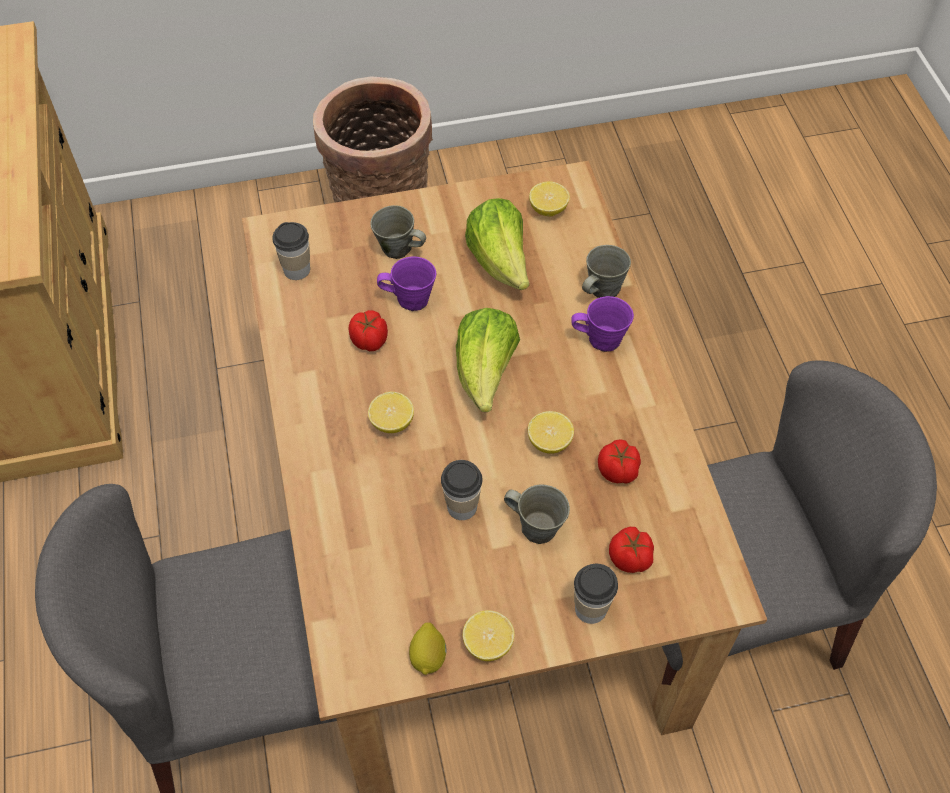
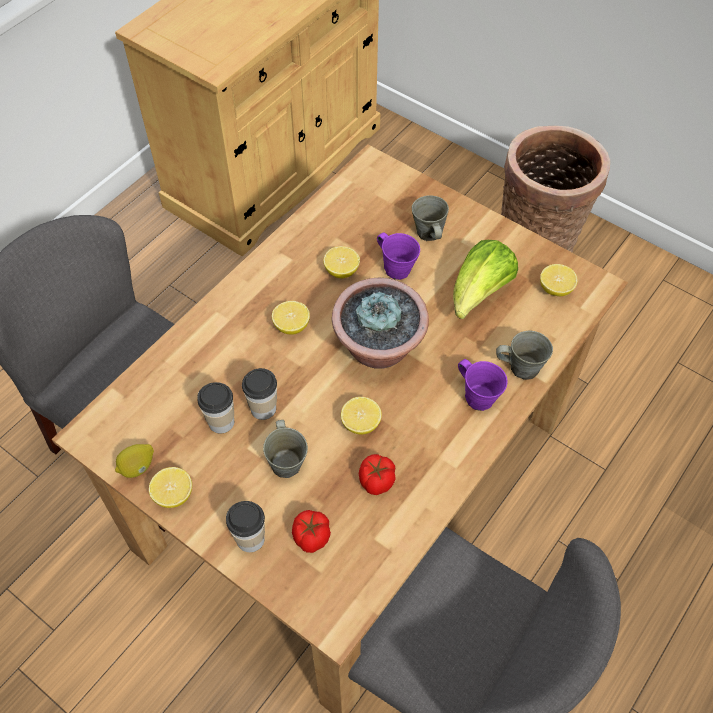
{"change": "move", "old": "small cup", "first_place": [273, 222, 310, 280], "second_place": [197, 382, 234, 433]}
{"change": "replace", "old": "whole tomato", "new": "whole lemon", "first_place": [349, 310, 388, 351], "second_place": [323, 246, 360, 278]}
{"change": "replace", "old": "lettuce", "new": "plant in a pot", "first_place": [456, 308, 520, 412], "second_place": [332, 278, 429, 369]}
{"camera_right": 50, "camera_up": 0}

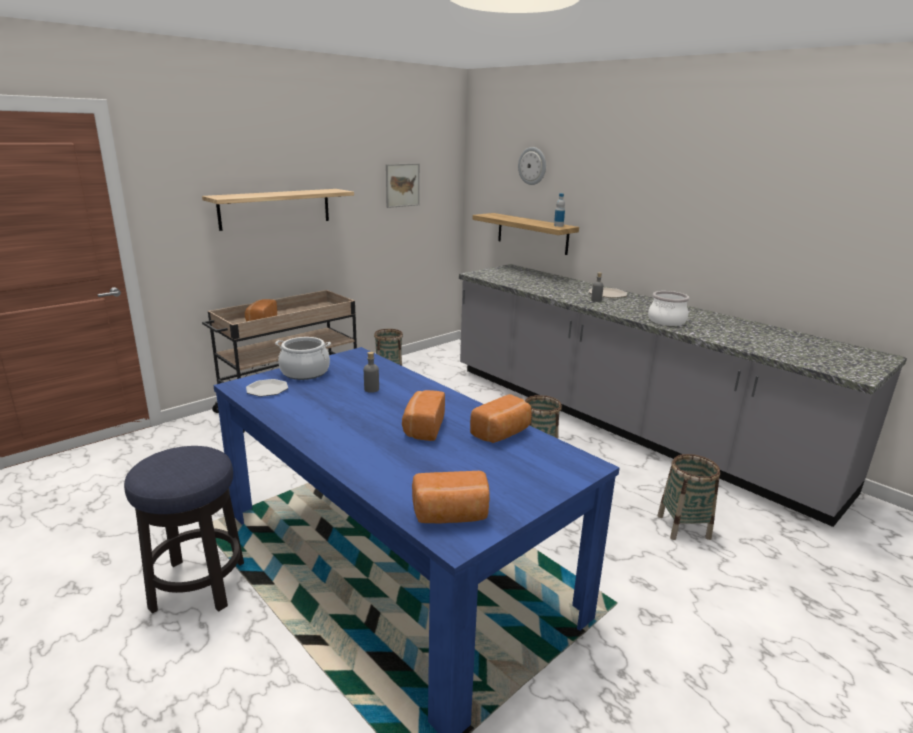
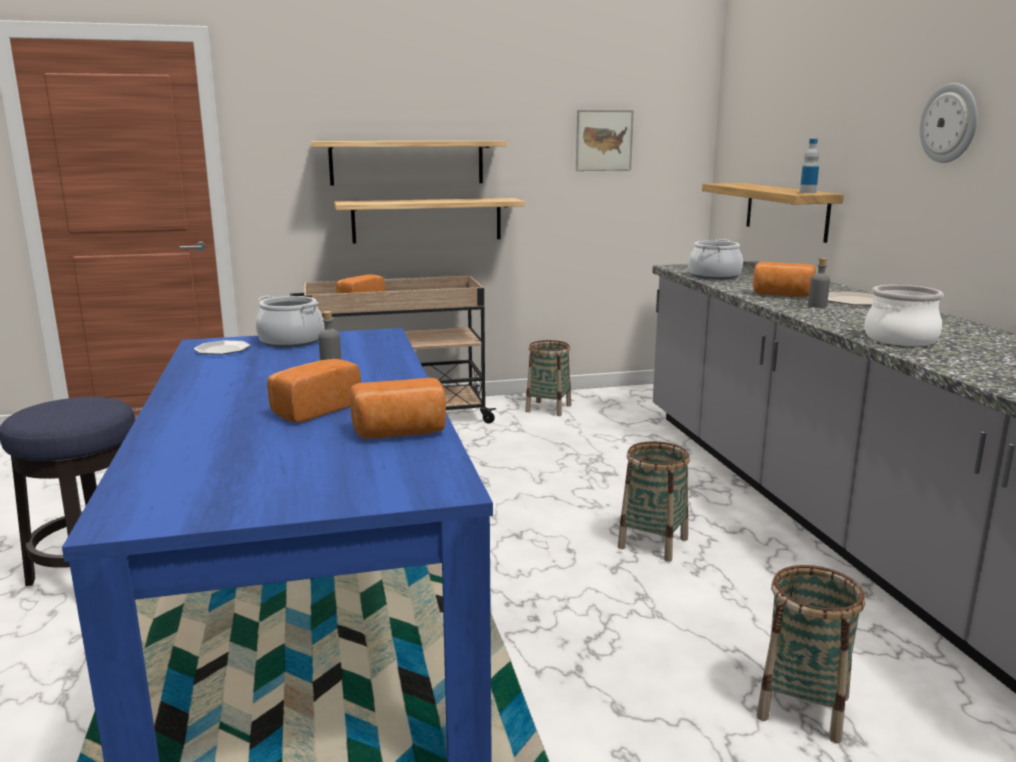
{"change": "insert", "new": "shelf", "second_place": [334, 198, 525, 244]}
{"change": "insert", "new": "saucepot", "second_place": [689, 239, 743, 280]}
{"change": "move", "old": "bakery bread", "first_place": [412, 471, 490, 523], "second_place": [753, 262, 816, 297]}
{"change": "move", "old": "clock on the wall", "first_place": [518, 147, 546, 185], "second_place": [920, 83, 978, 163]}
{"camera_right": 30, "camera_up": -5}

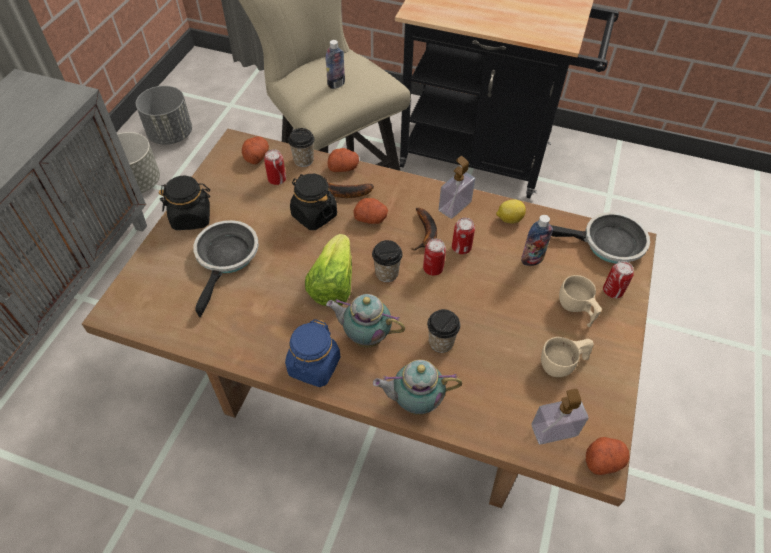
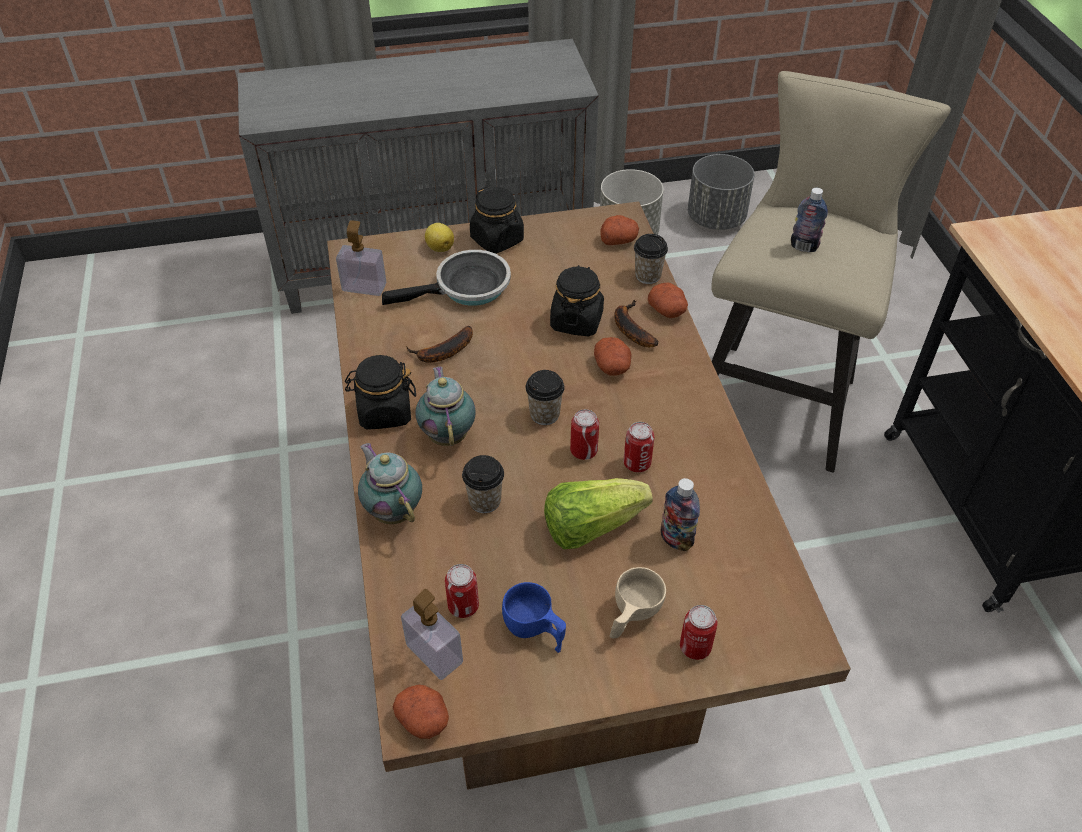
{"change": "delete", "old": "pan", "first_place": [551, 212, 650, 264]}
{"change": "move", "old": "metal can", "first_place": [264, 149, 286, 185], "second_place": [445, 564, 479, 618]}
{"change": "move", "old": "lettuce", "first_place": [305, 234, 352, 306], "second_place": [544, 478, 653, 549]}
{"change": "move", "old": "banana fruit", "first_place": [411, 208, 437, 251], "second_place": [406, 326, 473, 363]}
{"change": "move", "old": "soap dispenser", "first_place": [439, 156, 475, 219], "second_place": [336, 220, 386, 296]}
{"change": "move", "old": "whole lemon", "first_place": [496, 199, 526, 223], "second_place": [425, 223, 454, 252]}
{"change": "recolor", "old": "bluish jar", "new": "black jar", "first_place": [285, 319, 341, 387], "second_place": [345, 355, 416, 430]}
{"change": "recolor", "old": "beige small cup", "new": "bluish small cup", "first_place": [541, 337, 594, 377], "second_place": [502, 582, 566, 653]}
{"camera_right": 60, "camera_up": -5}

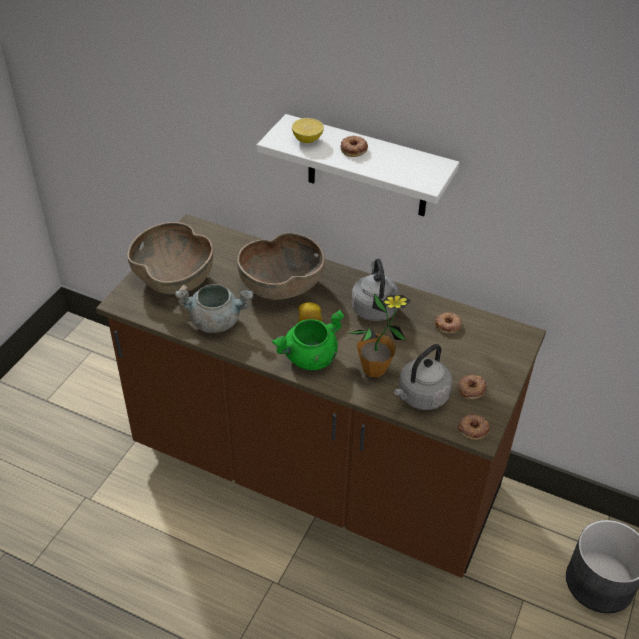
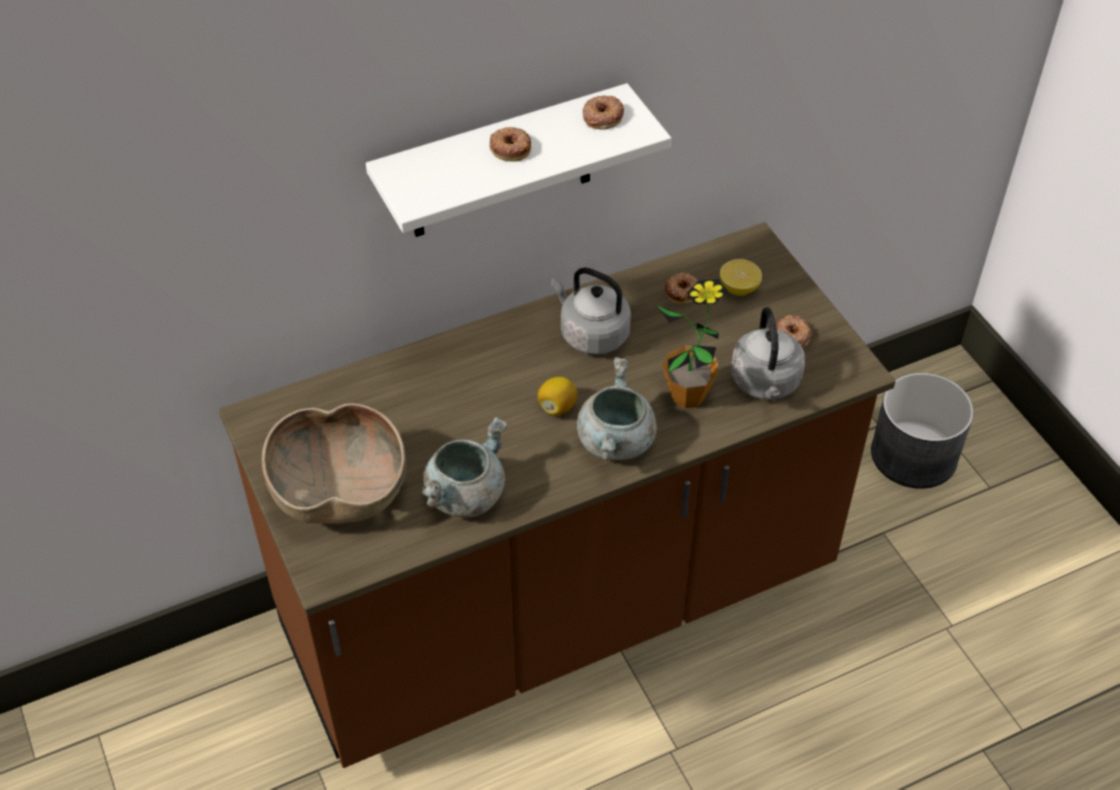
{"change": "delete", "old": "brown-coloured deep dish", "first_place": [237, 233, 325, 300]}
{"change": "move", "old": "whole lemon", "first_place": [292, 118, 324, 143], "second_place": [720, 259, 762, 296]}
{"change": "move", "old": "doughnut", "first_place": [458, 414, 490, 440], "second_place": [583, 95, 624, 130]}
{"change": "recolor", "old": "green saucepot", "new": "grey saucepot", "first_place": [272, 310, 345, 370], "second_place": [577, 357, 657, 461]}
{"camera_right": -50, "camera_up": 5}

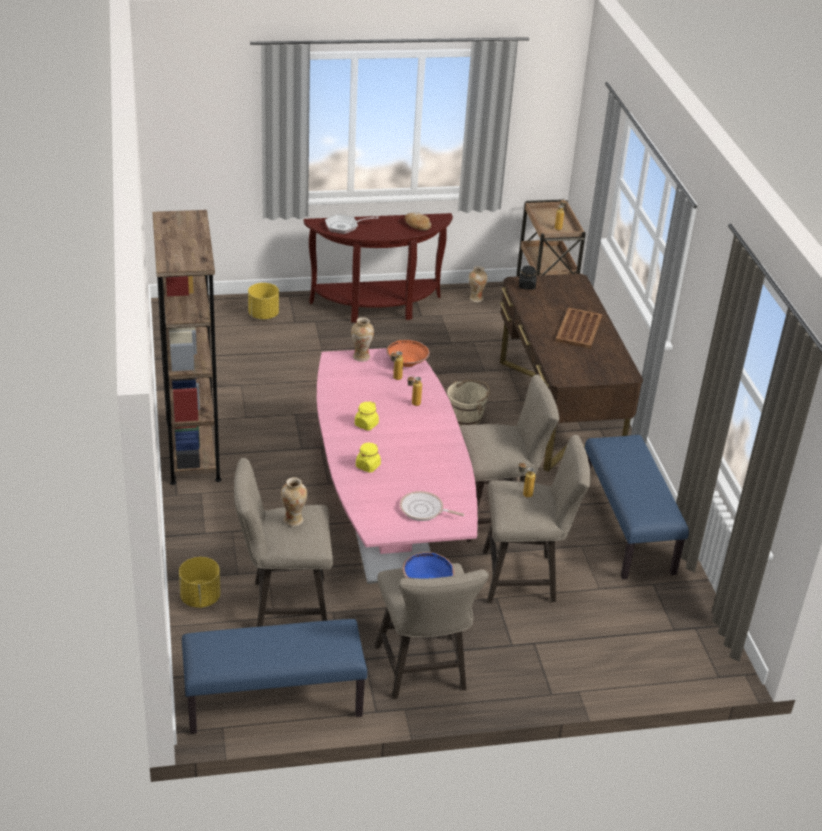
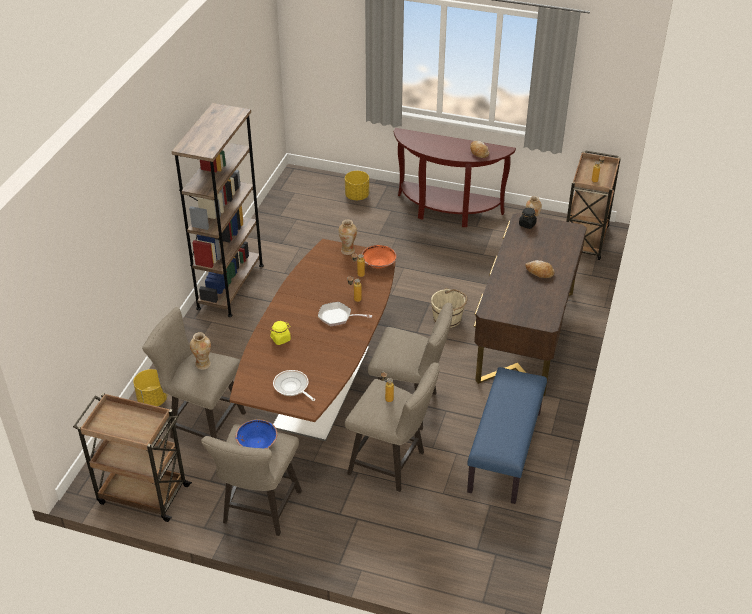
{"change": "delete", "old": "yellow jar", "first_place": [355, 401, 379, 431]}
{"change": "move", "old": "pan", "first_place": [325, 214, 379, 234], "second_place": [318, 302, 372, 326]}
{"change": "replace", "old": "bluish long seat", "new": "brown-coloured wheeled cart", "first_place": [182, 619, 367, 734], "second_place": [73, 393, 192, 522]}
{"change": "replace", "old": "brown-coloured serving tray", "new": "bakery bread", "first_place": [555, 307, 602, 349], "second_place": [525, 260, 555, 278]}
{"change": "recolor", "old": "pink kitchen table", "new": "brown-coloured kitchen table", "first_place": [317, 348, 478, 584], "second_place": [230, 239, 396, 441]}
{"camera_right": 30, "camera_up": 5}

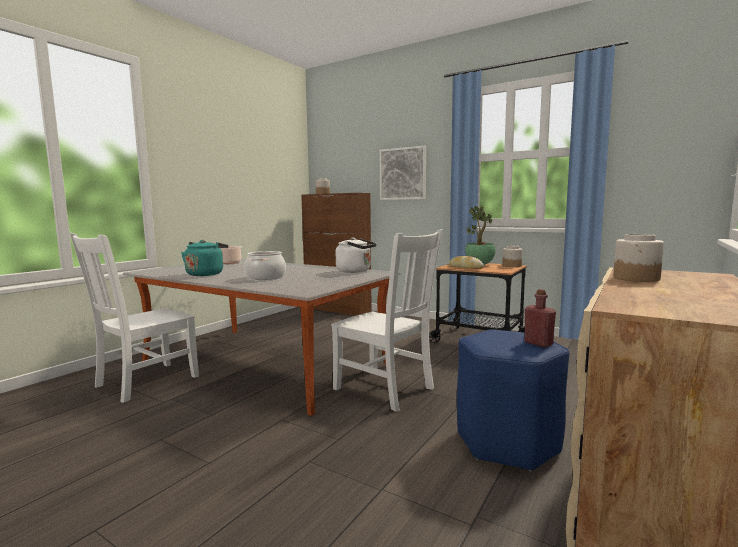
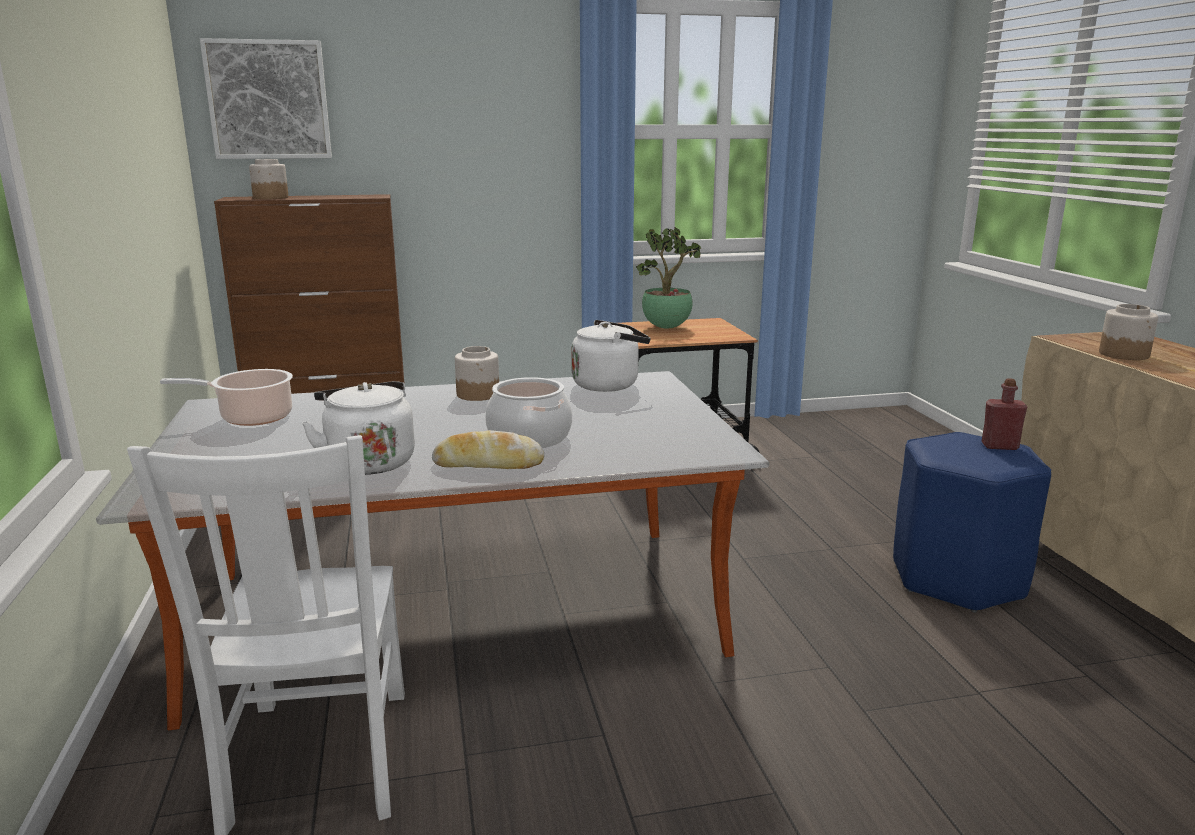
{"change": "delete", "old": "white-coloured chair", "first_place": [331, 229, 443, 412]}
{"change": "move", "old": "wall art", "first_place": [380, 146, 426, 200], "second_place": [200, 38, 332, 159]}
{"change": "move", "old": "bakery bread", "first_place": [449, 256, 484, 269], "second_place": [432, 430, 544, 469]}
{"change": "move", "old": "jar", "first_place": [503, 246, 523, 267], "second_place": [455, 346, 499, 401]}
{"change": "recolor", "old": "blue-green tea kettle", "new": "white-coloured tea kettle", "first_place": [181, 240, 228, 276], "second_place": [302, 381, 415, 475]}
{"camera_right": -45, "camera_up": 10}

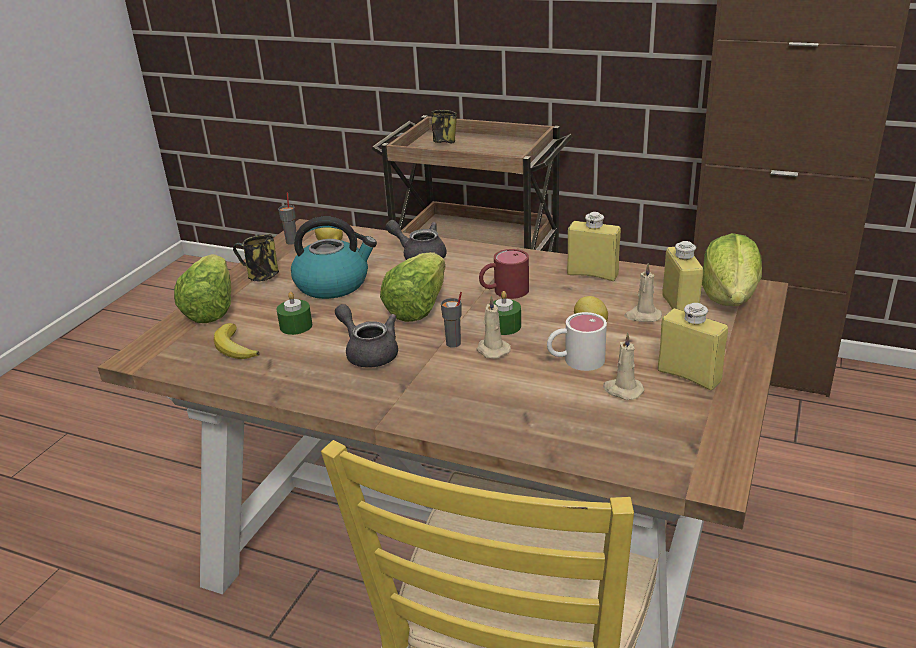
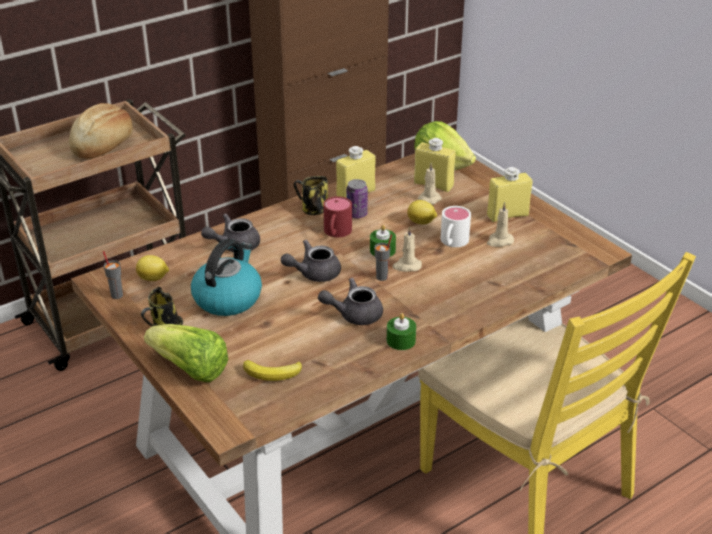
{"change": "insert", "new": "bakery bread", "second_place": [69, 103, 133, 159]}
{"change": "insert", "new": "metal can", "second_place": [346, 179, 368, 218]}
{"change": "move", "old": "green wax light", "first_place": [276, 292, 312, 335], "second_place": [387, 313, 416, 350]}
{"change": "move", "old": "mug", "first_place": [431, 110, 457, 144], "second_place": [294, 176, 328, 215]}
{"change": "replace", "old": "lettuce", "new": "grey teapot", "first_place": [380, 252, 445, 322], "second_place": [281, 240, 341, 282]}
{"camera_right": -60, "camera_up": 5}

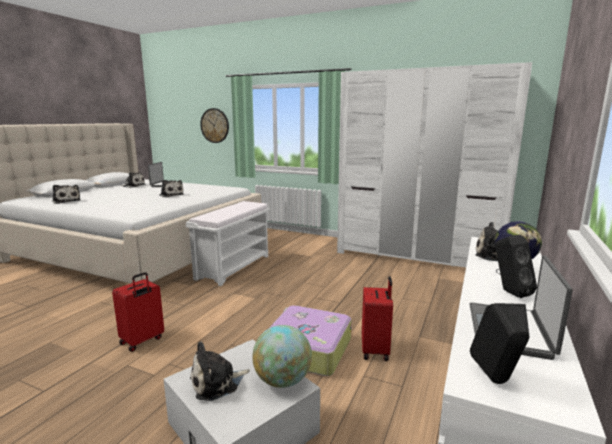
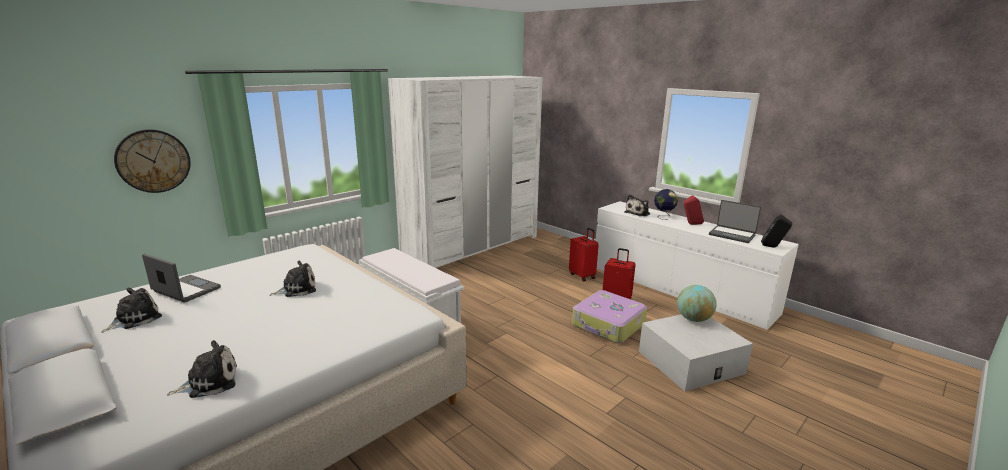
{"change": "delete", "old": "cuddly toy", "first_place": [190, 341, 250, 401]}
{"change": "move", "old": "red-coloured suitcase", "first_place": [112, 272, 164, 352], "second_place": [569, 228, 599, 282]}
{"change": "recolor", "old": "black speaker", "new": "red-coloured speaker", "first_place": [495, 235, 537, 298], "second_place": [684, 195, 704, 225]}
{"camera_right": -70, "camera_up": 5}

